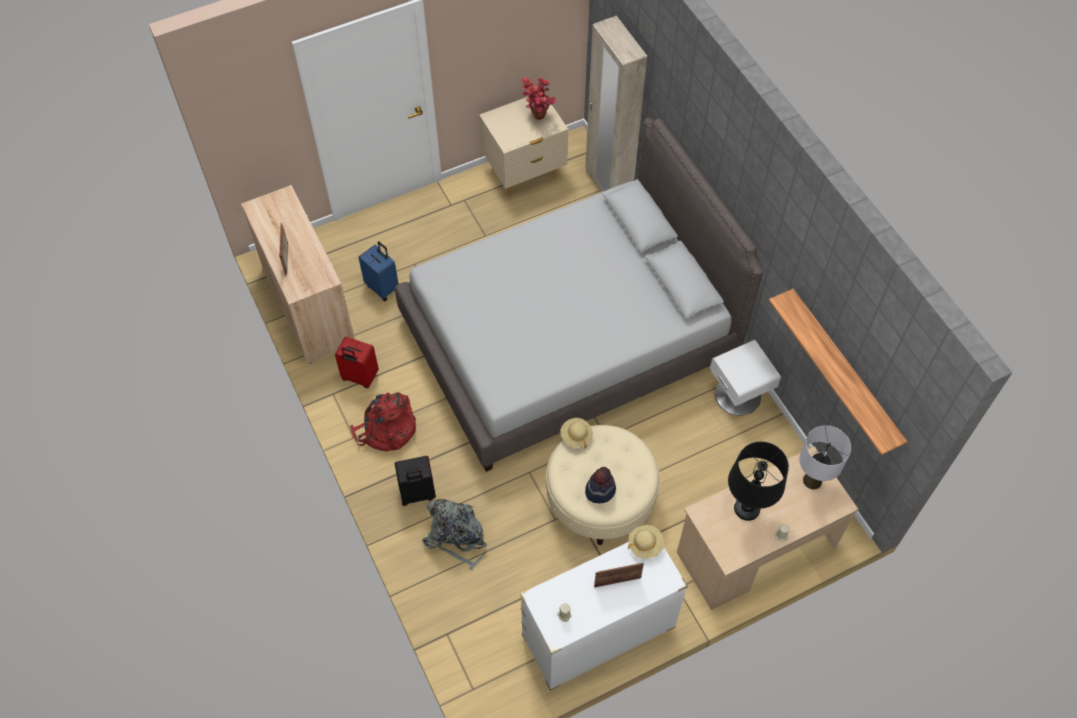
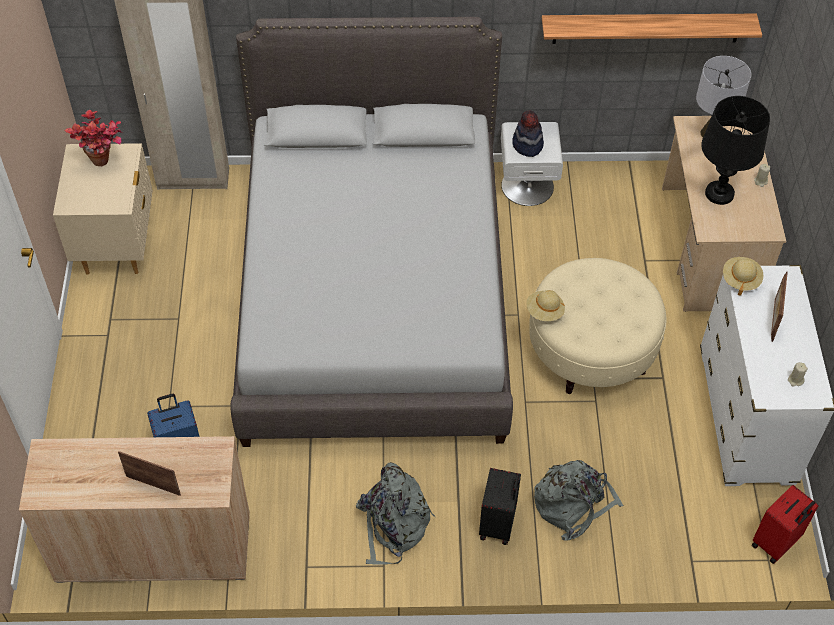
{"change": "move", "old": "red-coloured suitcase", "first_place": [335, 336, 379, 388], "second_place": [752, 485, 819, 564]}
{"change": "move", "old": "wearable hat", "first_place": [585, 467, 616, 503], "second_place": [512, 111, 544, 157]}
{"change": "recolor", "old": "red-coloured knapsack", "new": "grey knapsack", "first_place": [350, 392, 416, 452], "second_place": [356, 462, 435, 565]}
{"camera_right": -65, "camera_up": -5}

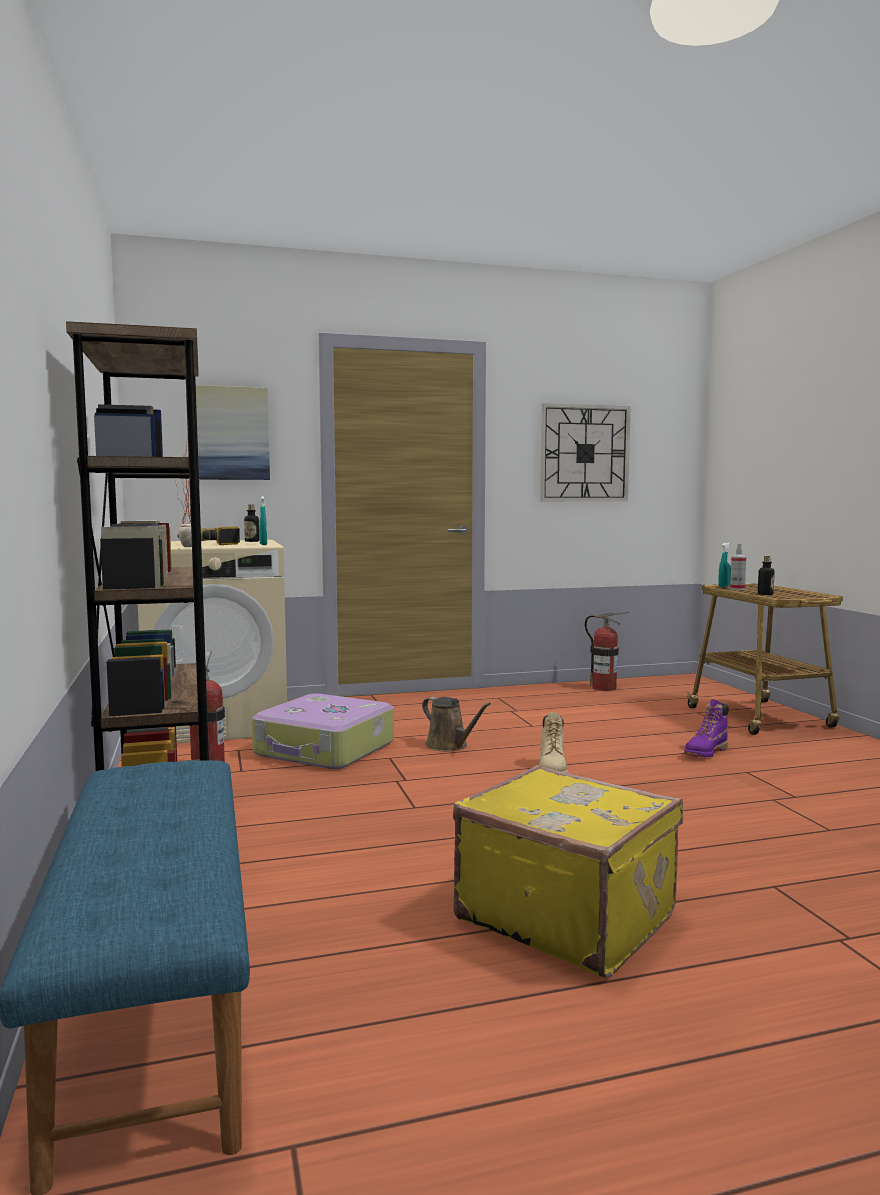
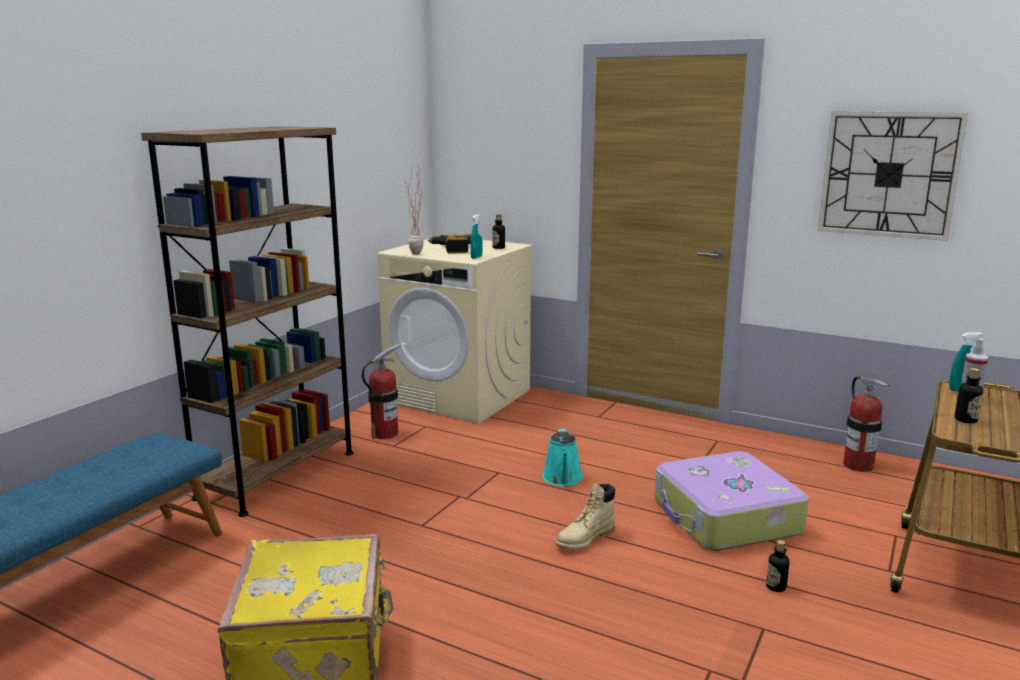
{"change": "delete", "old": "wall art", "first_place": [196, 385, 270, 480]}
{"change": "move", "old": "suitcase", "first_place": [252, 693, 394, 769], "second_place": [655, 451, 809, 551]}
{"change": "replace", "old": "purple-coloured boot", "new": "drink bottle", "first_place": [684, 699, 729, 757], "second_place": [766, 540, 790, 592]}
{"change": "recolor", "old": "brown-coloured watering pot", "new": "blue-green watering pot", "first_place": [422, 697, 491, 751], "second_place": [542, 428, 583, 486]}
{"camera_right": 45, "camera_up": 10}

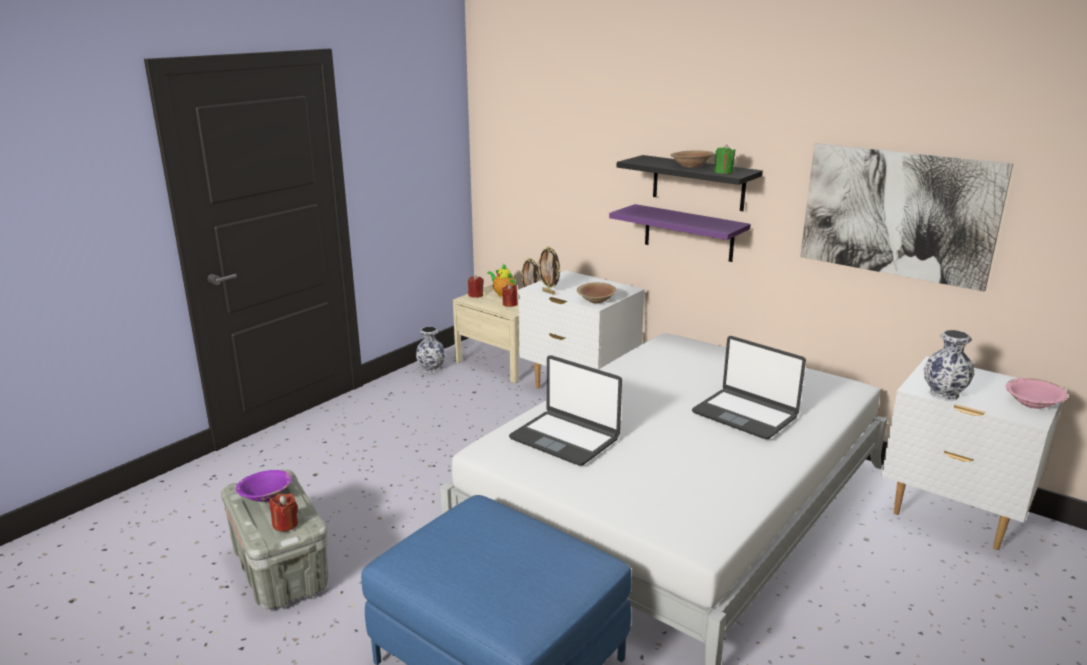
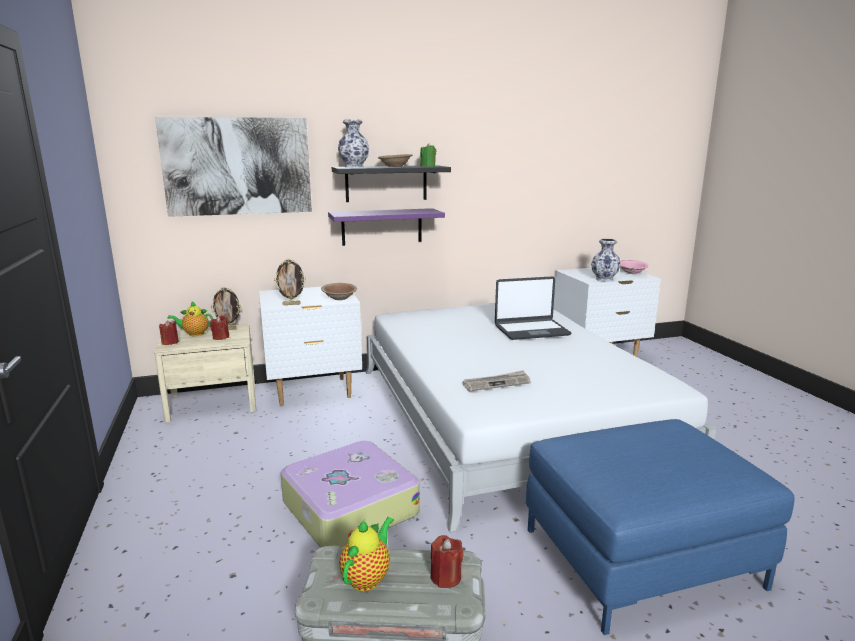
{"change": "insert", "new": "suitcase", "second_place": [281, 441, 420, 548]}
{"change": "move", "old": "flower vase", "first_place": [416, 327, 445, 373], "second_place": [338, 119, 369, 168]}
{"change": "move", "old": "wall art", "first_place": [800, 143, 1013, 292], "second_place": [155, 117, 312, 217]}
{"change": "replace", "old": "purple-coloured deep dish", "new": "teapot", "first_place": [236, 470, 292, 502], "second_place": [339, 517, 394, 591]}
{"change": "replace", "old": "notebook computer", "new": "printed paper", "first_place": [509, 355, 622, 466], "second_place": [463, 370, 531, 392]}
{"camera_right": -55, "camera_up": -5}

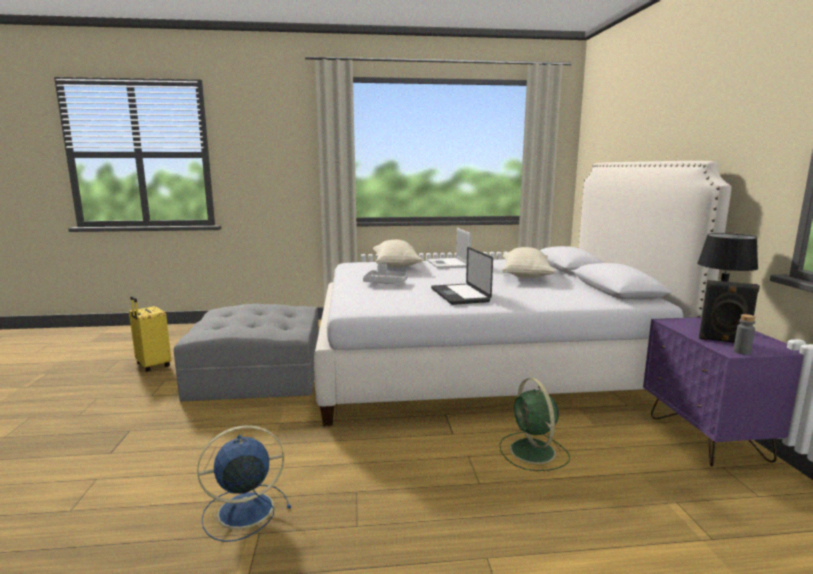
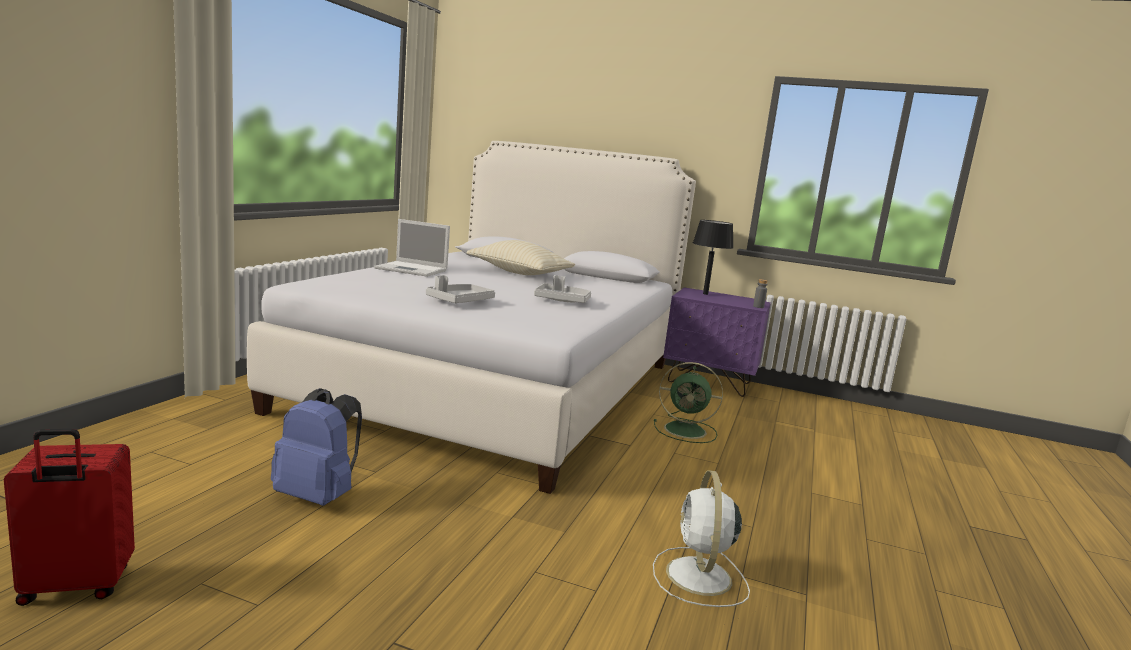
{"change": "delete", "old": "beige pillow", "first_place": [373, 240, 423, 268]}
{"change": "delete", "old": "black speaker", "first_place": [699, 280, 760, 343]}
{"change": "replace", "old": "grey footrest", "new": "bluish knapsack", "first_place": [174, 304, 319, 401], "second_place": [271, 388, 362, 506]}
{"change": "replace", "old": "notebook computer", "new": "grey serving tray", "first_place": [431, 247, 493, 305], "second_place": [534, 275, 591, 303]}
{"change": "recolor", "old": "yellow suitcase", "new": "red-coloured suitcase", "first_place": [129, 296, 171, 372], "second_place": [4, 429, 135, 606]}
{"change": "recolor", "old": "bluish electric fan", "new": "white-coloured electric fan", "first_place": [197, 425, 291, 542], "second_place": [653, 470, 750, 607]}
{"camera_right": -65, "camera_up": 0}

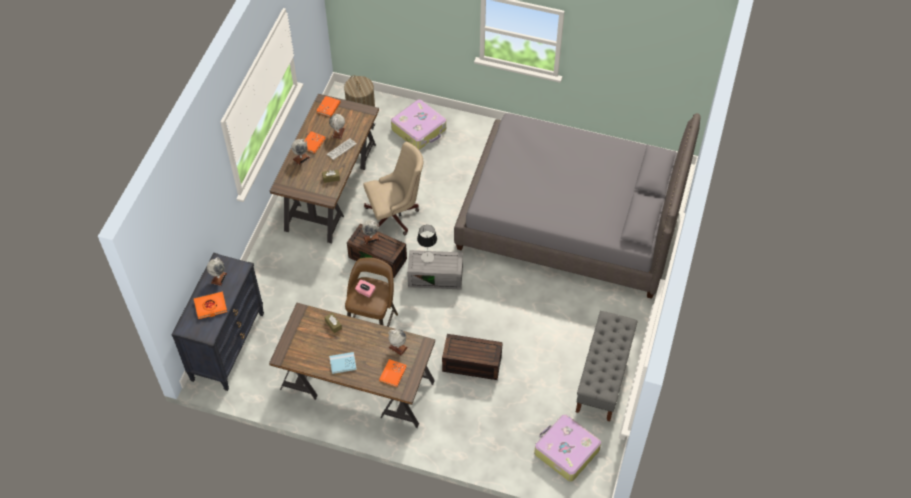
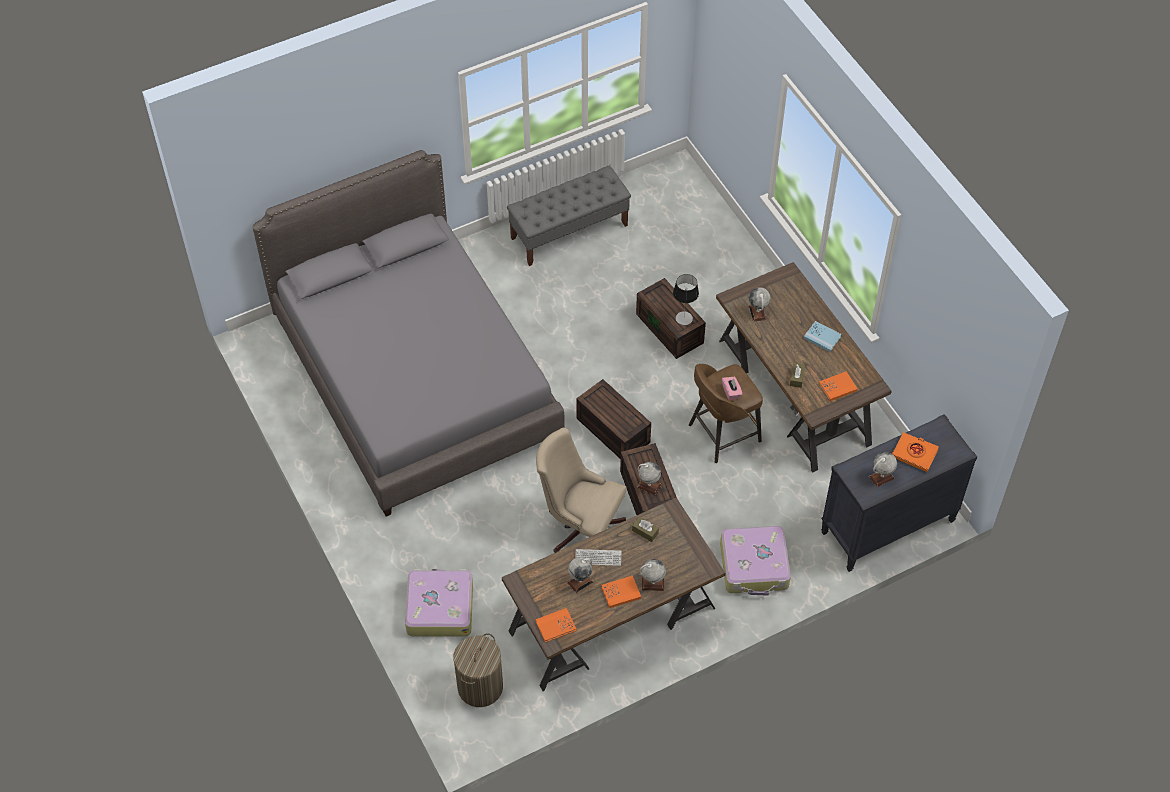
{"change": "move", "old": "orange bound book", "first_place": [379, 359, 407, 387], "second_place": [819, 372, 857, 401]}
{"change": "move", "old": "tabletop lamp", "first_place": [417, 225, 437, 263], "second_place": [673, 274, 699, 325]}
{"change": "move", "old": "suitcase", "first_place": [534, 414, 601, 481], "second_place": [720, 526, 791, 595]}
{"change": "recolor", "old": "grey storage bin", "new": "brown-coloured storage bin", "first_place": [407, 250, 463, 290], "second_place": [576, 379, 651, 459]}
{"camera_right": -135, "camera_up": 0}

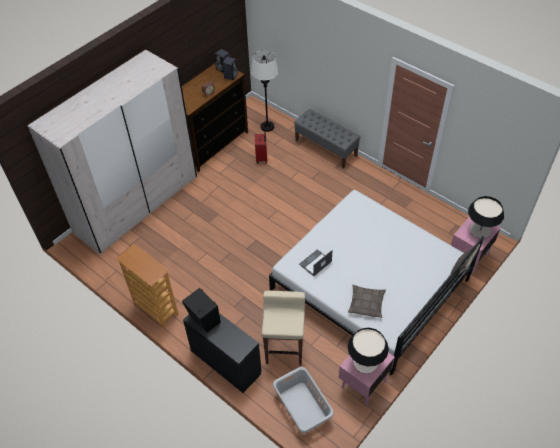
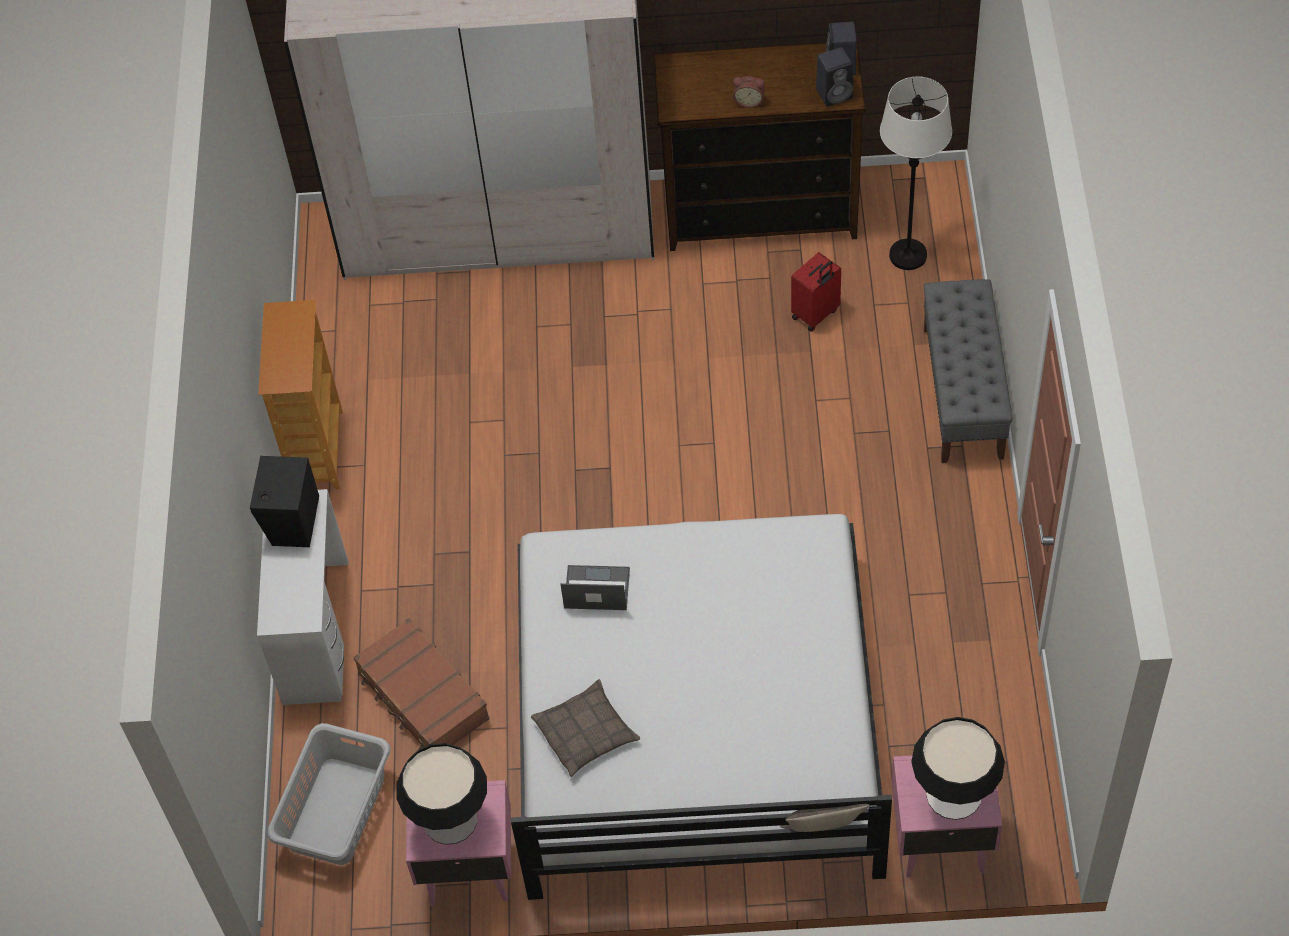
{"change": "replace", "old": "beige stool seat", "new": "brown-coloured suitcase", "first_place": [262, 291, 305, 366], "second_place": [353, 618, 490, 750]}
{"change": "recolor", "old": "black desk", "new": "white-coloured desk", "first_place": [183, 313, 261, 393], "second_place": [257, 489, 349, 705]}
{"camera_right": 50, "camera_up": 5}

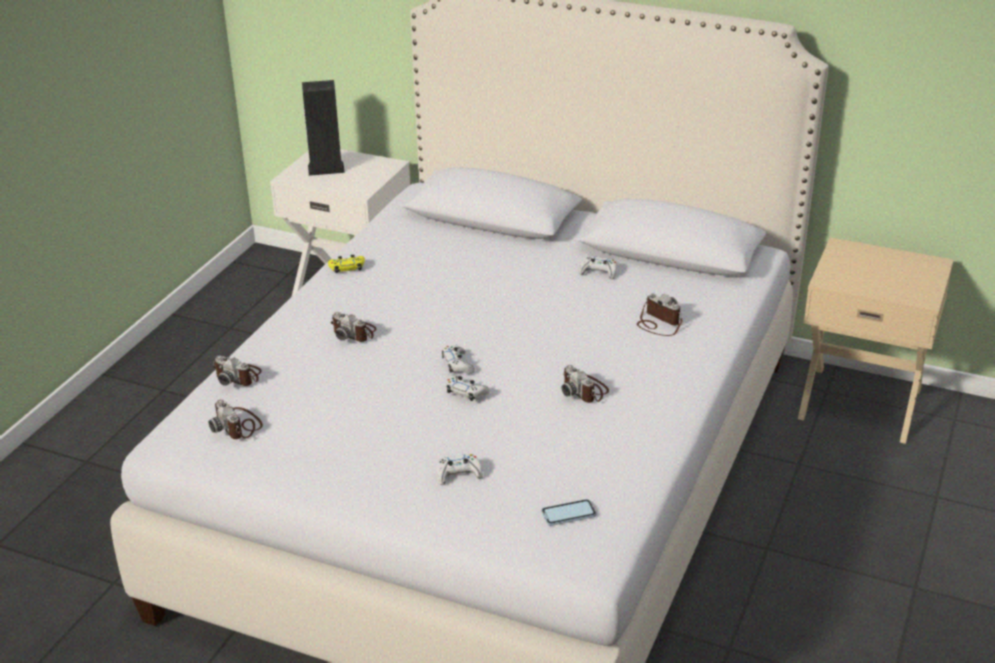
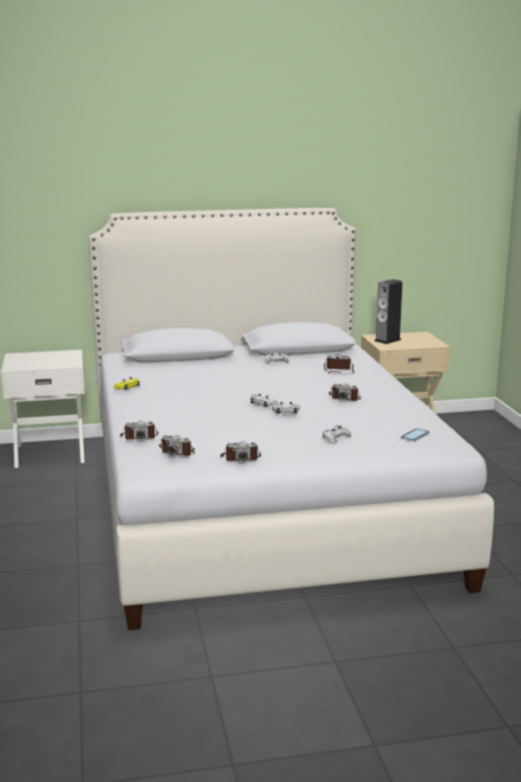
{"change": "move", "old": "speaker", "first_place": [302, 80, 345, 176], "second_place": [374, 279, 403, 344]}
{"change": "move", "old": "photo camera", "first_place": [330, 312, 377, 342], "second_place": [220, 441, 261, 461]}
{"camera_right": -35, "camera_up": -15}

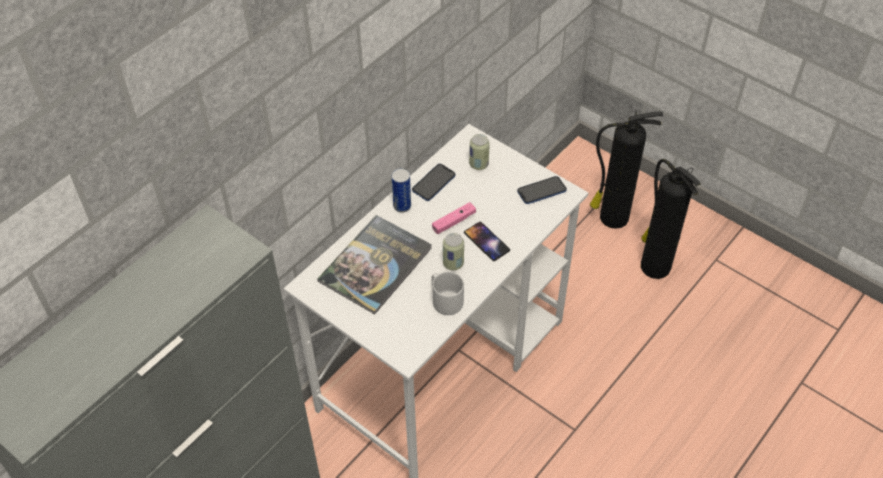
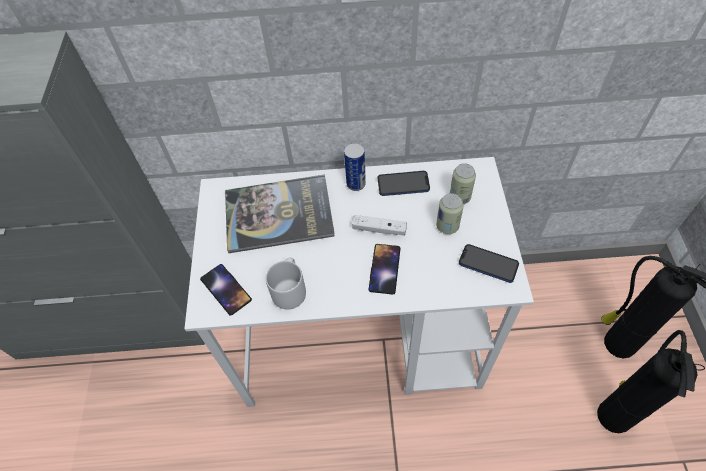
{"change": "insert", "new": "telephone", "second_place": [200, 264, 252, 316]}
{"change": "move", "old": "metal can", "first_place": [443, 233, 464, 270], "second_place": [436, 193, 464, 234]}
{"change": "recolor", "old": "pink gamepad", "new": "white-coloured gamepad", "first_place": [432, 202, 476, 234], "second_place": [352, 215, 407, 236]}
{"camera_right": 50, "camera_up": 5}

